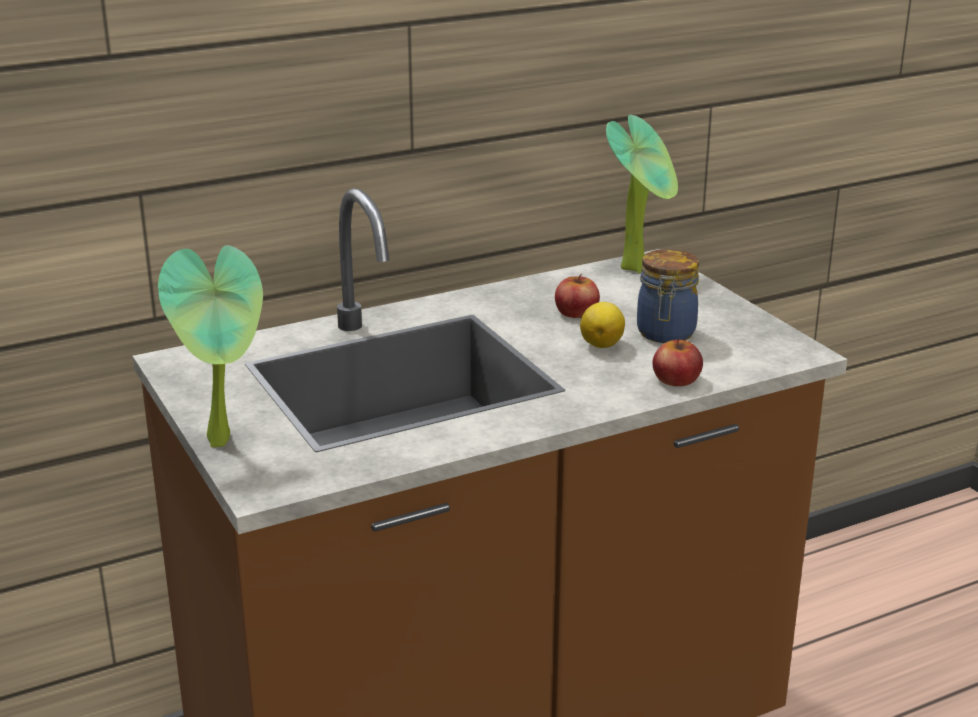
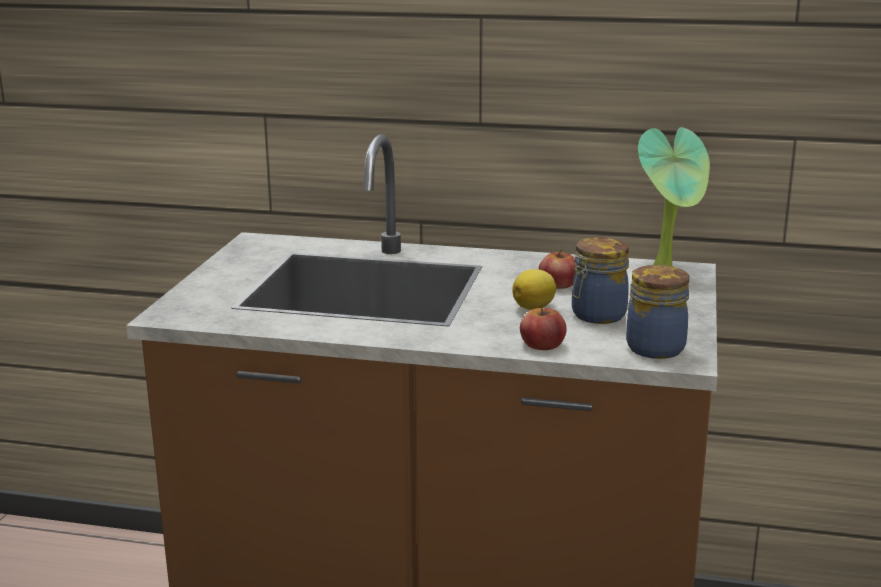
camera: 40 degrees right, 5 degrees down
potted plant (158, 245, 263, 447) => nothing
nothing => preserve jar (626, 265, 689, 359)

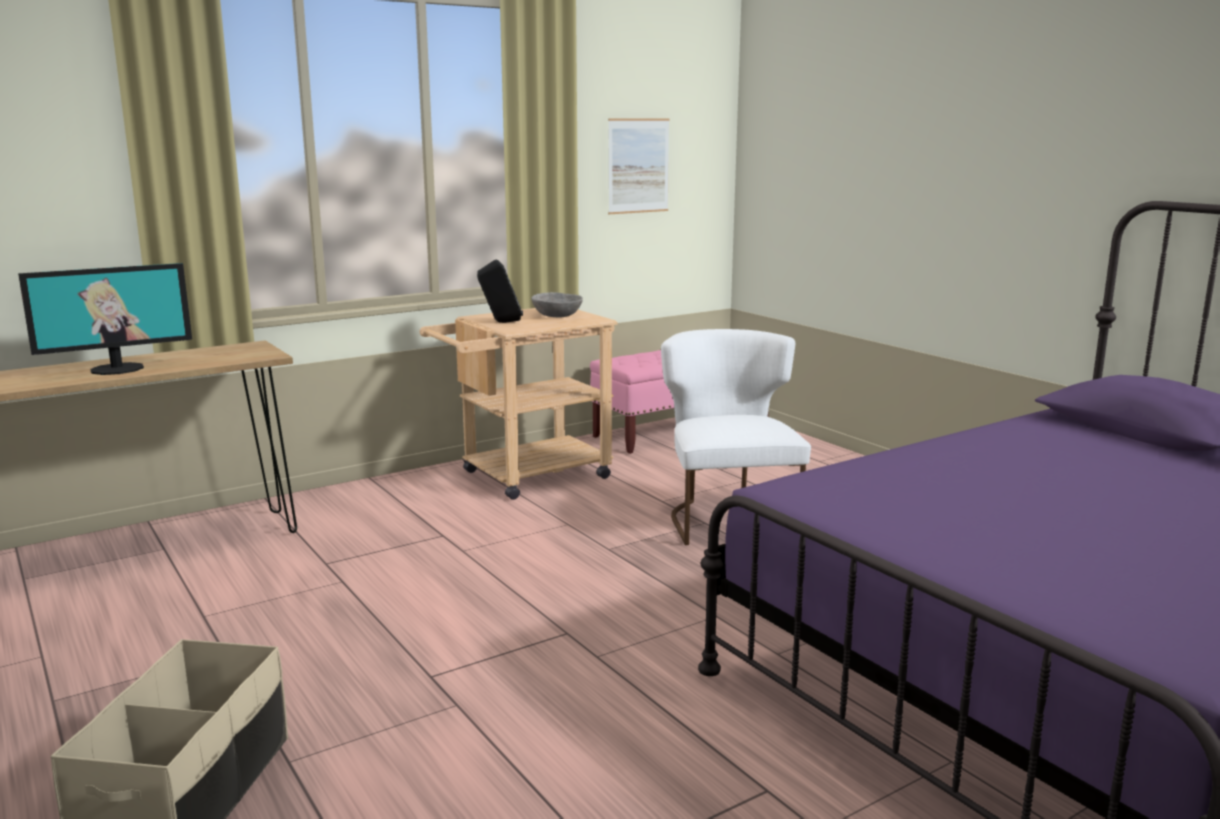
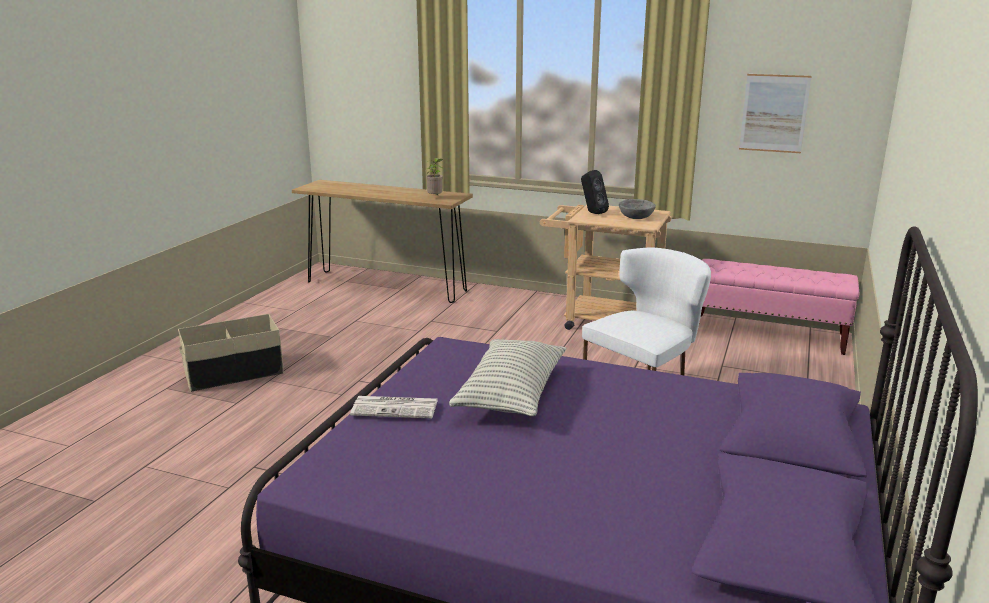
camera: 55 degrees right, 5 degrees up
computer screen (18, 263, 192, 375) => nothing
nothing => newspaper (350, 396, 438, 419)
nothing => potted plant (425, 158, 443, 195)
nothing => pillow (449, 339, 566, 416)

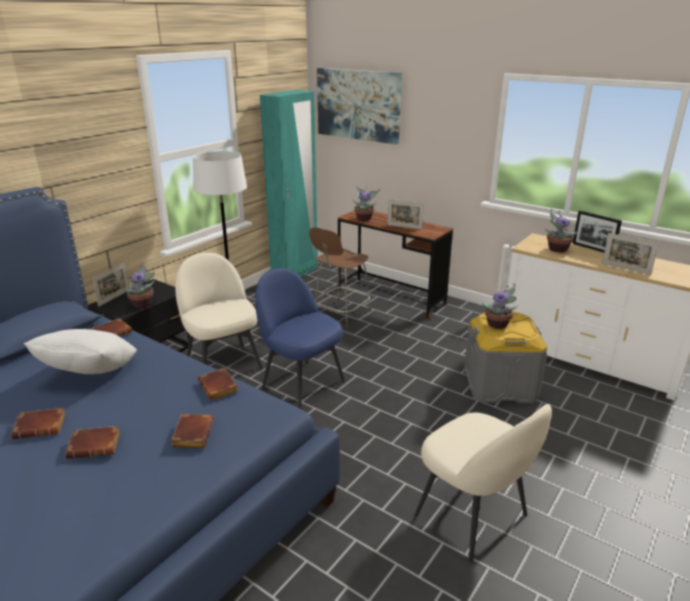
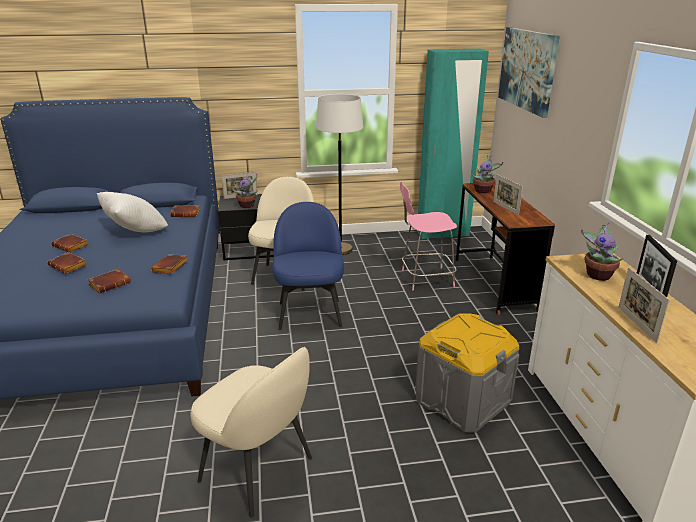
camera: 45 degrees right, 0 degrees up
potted plant (482, 283, 518, 329) => nothing
brown sitting stool (309, 227, 371, 327) => pink sitting stool (400, 182, 457, 291)
beige plain chair (414, 404, 552, 562) => beige plain chair (190, 347, 312, 518), 60 degrees counterclockwise

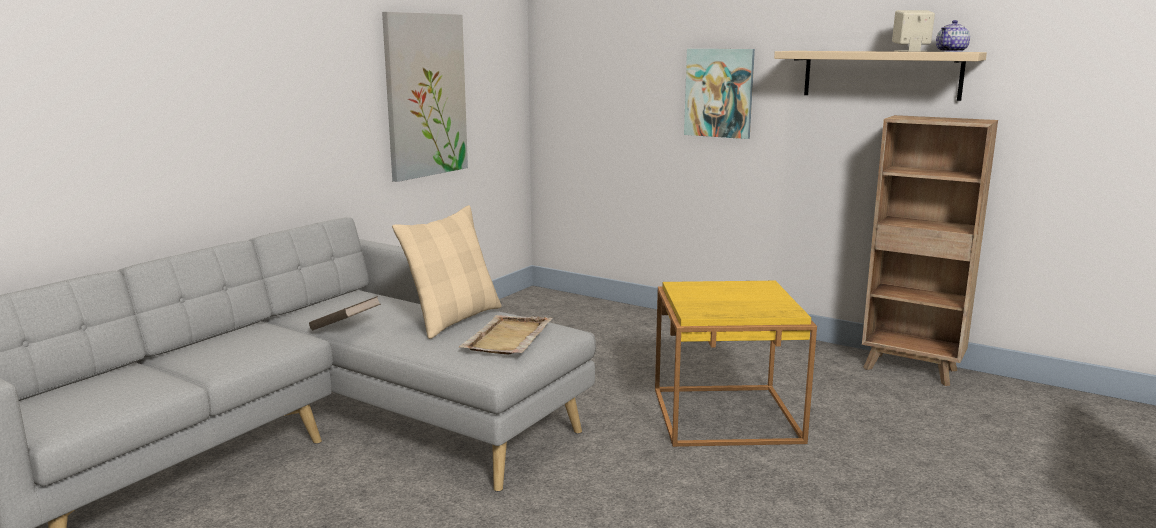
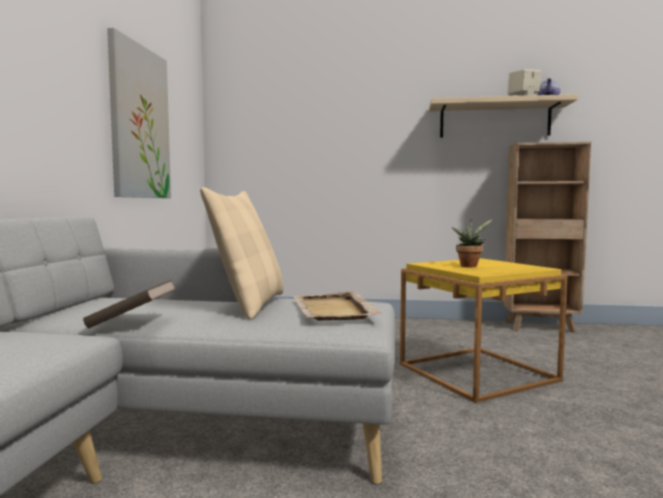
camera: 25 degrees left, 10 degrees down
wall picture (684, 49, 755, 139) => nothing
nothing => potted plant (451, 219, 493, 267)

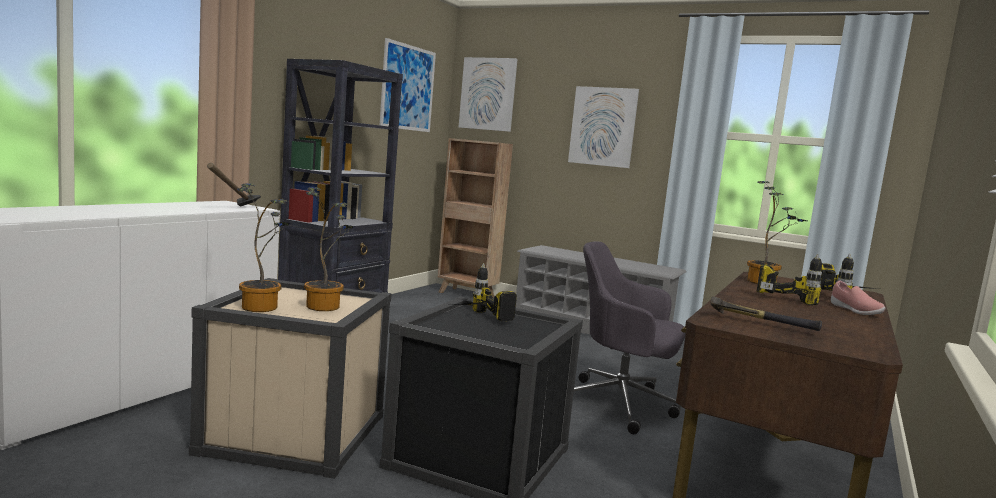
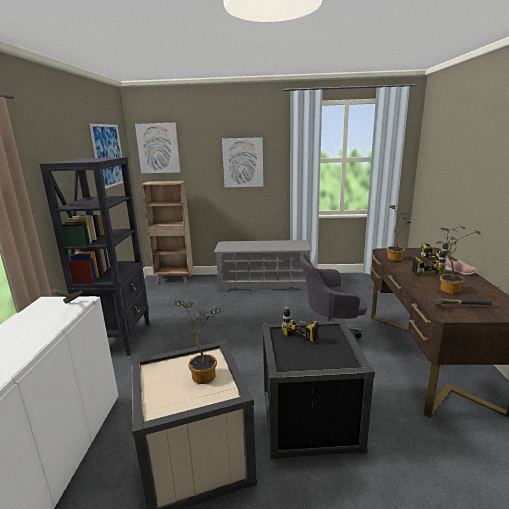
camera: 25 degrees left, 10 degrees up
potted plant (238, 183, 290, 312) => potted plant (436, 226, 480, 294), moved

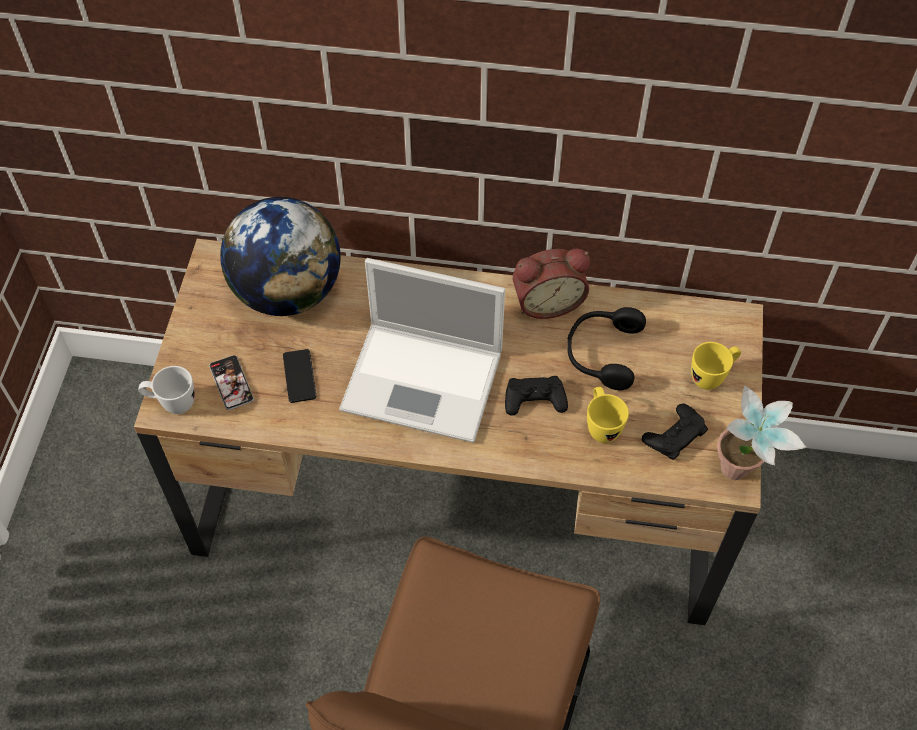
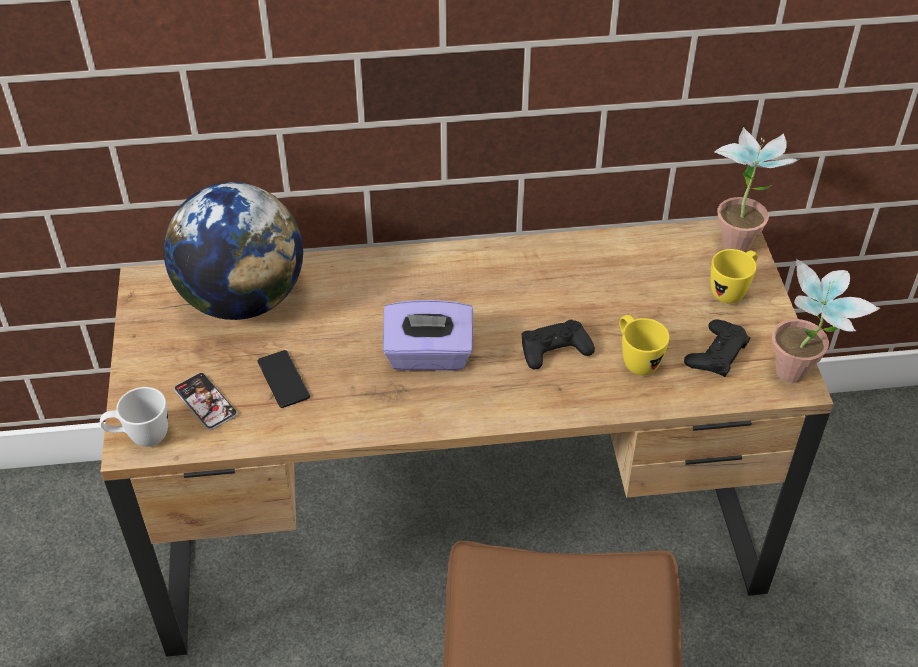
camera: 15 degrees left, 10 degrees down
alarm clock (512, 249, 590, 319) => nothing
black headphones (567, 307, 646, 390) => nothing
nothing => potted plant (714, 127, 799, 253)
portable computer (339, 258, 505, 443) => purple-coloured box of tissues (383, 300, 473, 371)

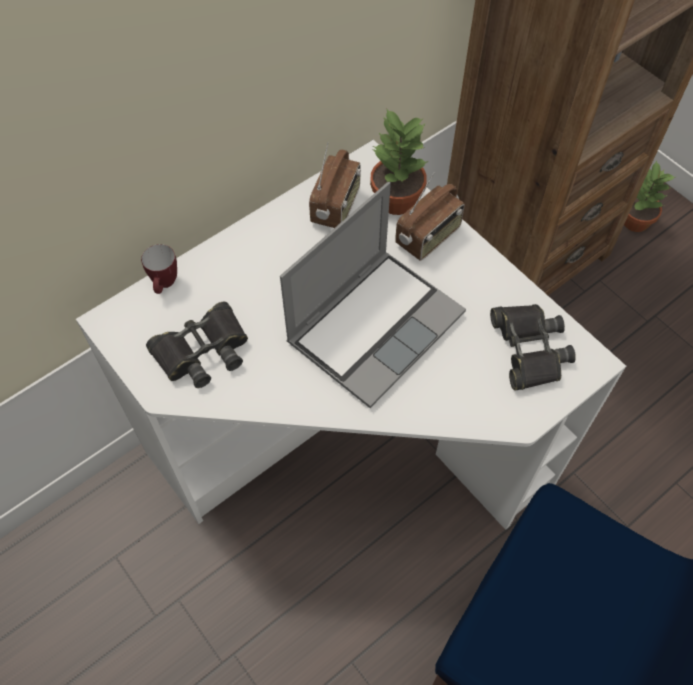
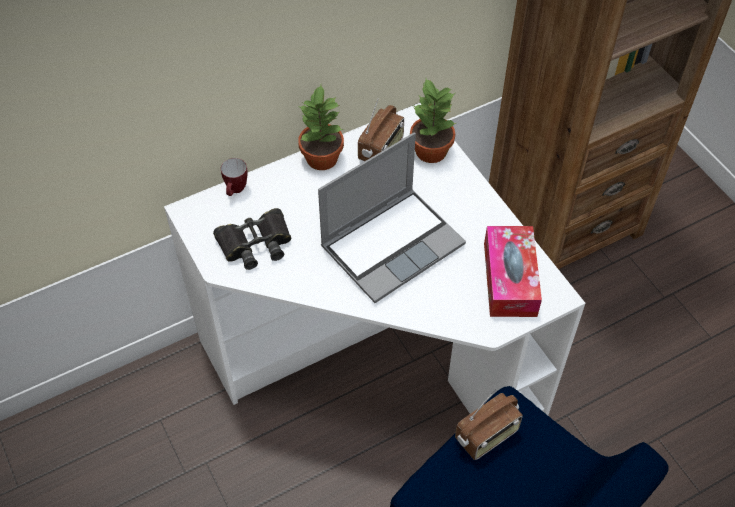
camera: 10 degrees right, 5 degrees down
radio receiver (395, 172, 465, 261) => radio receiver (455, 388, 523, 460), moved
potted plant (624, 160, 675, 232) => potted plant (298, 85, 344, 170), moved
black binoculars (490, 304, 576, 391) => box of tissues (484, 226, 542, 317)

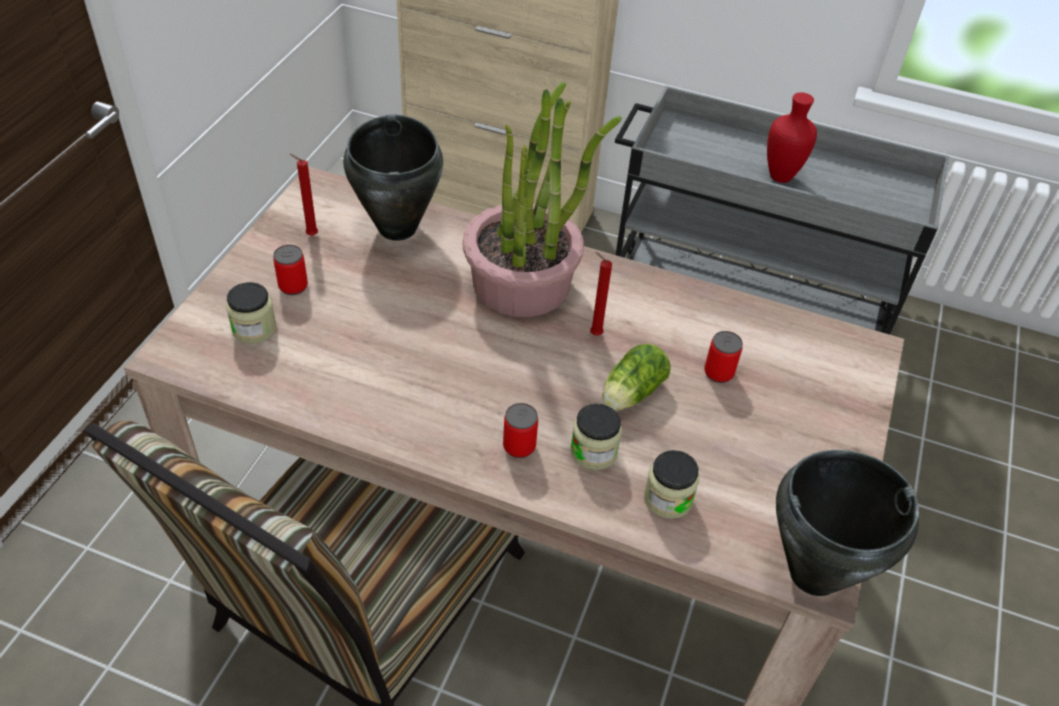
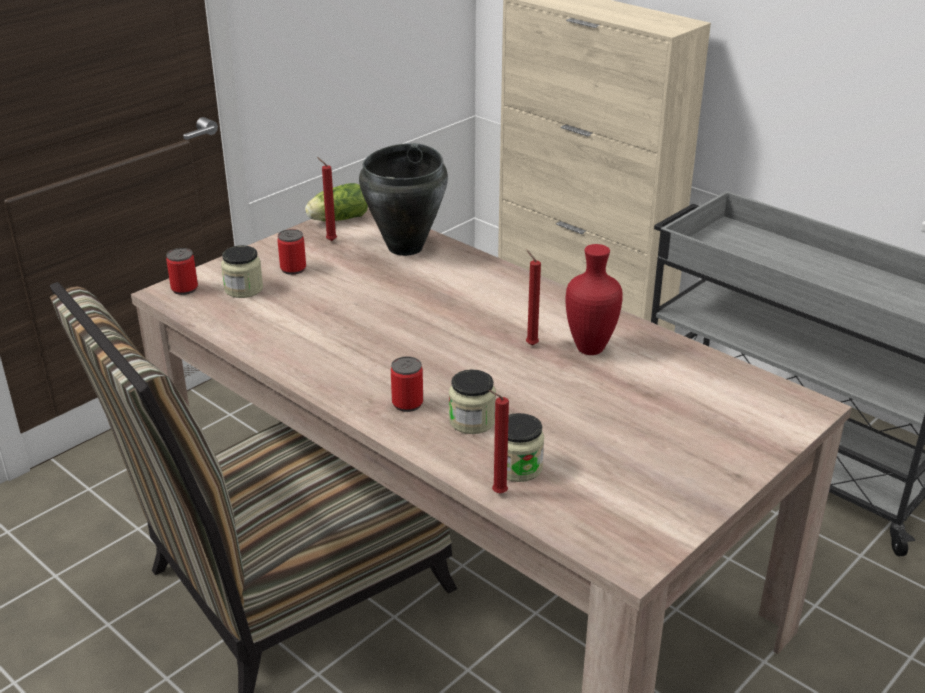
camera: 25 degrees right, 15 degrees down
potted plant (463, 82, 622, 317) => nothing
black stockpot (776, 450, 919, 596) => nothing
nothing => reddish candle (488, 390, 509, 493)
lettuce head (602, 344, 671, 411) => lettuce head (305, 183, 368, 221), moved
metal can (704, 331, 743, 383) => metal can (166, 248, 198, 295), moved
reddish decorative vase (767, 92, 817, 183) => reddish decorative vase (566, 244, 623, 355), moved

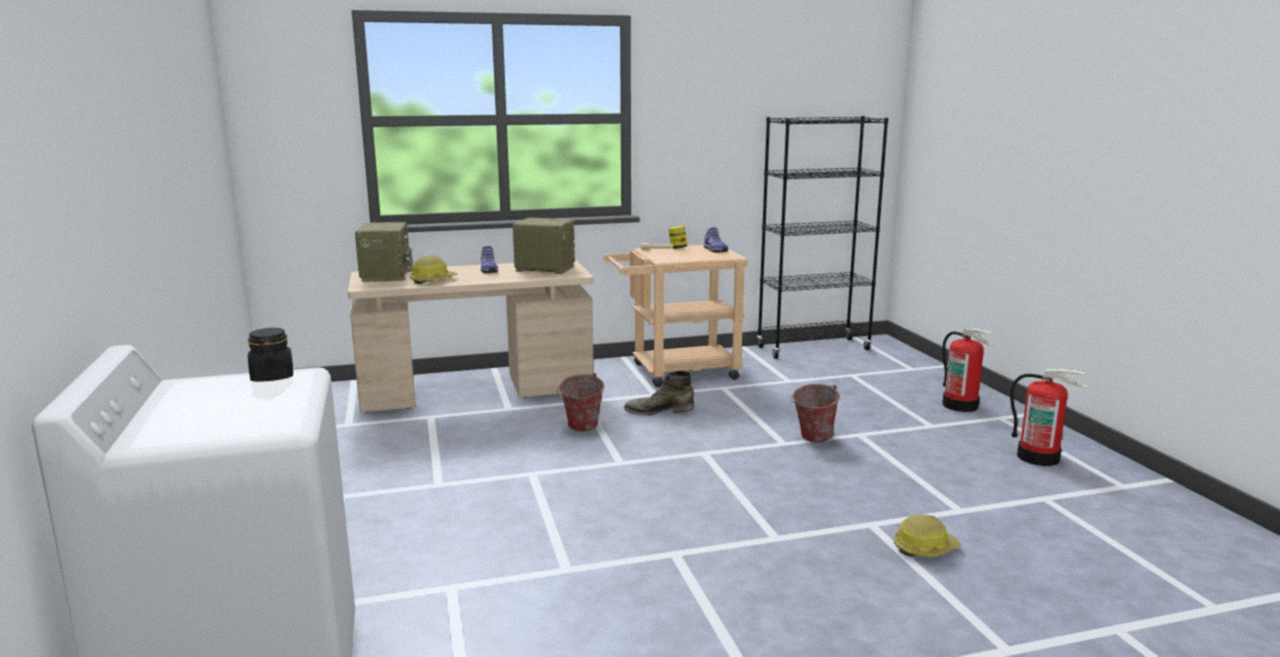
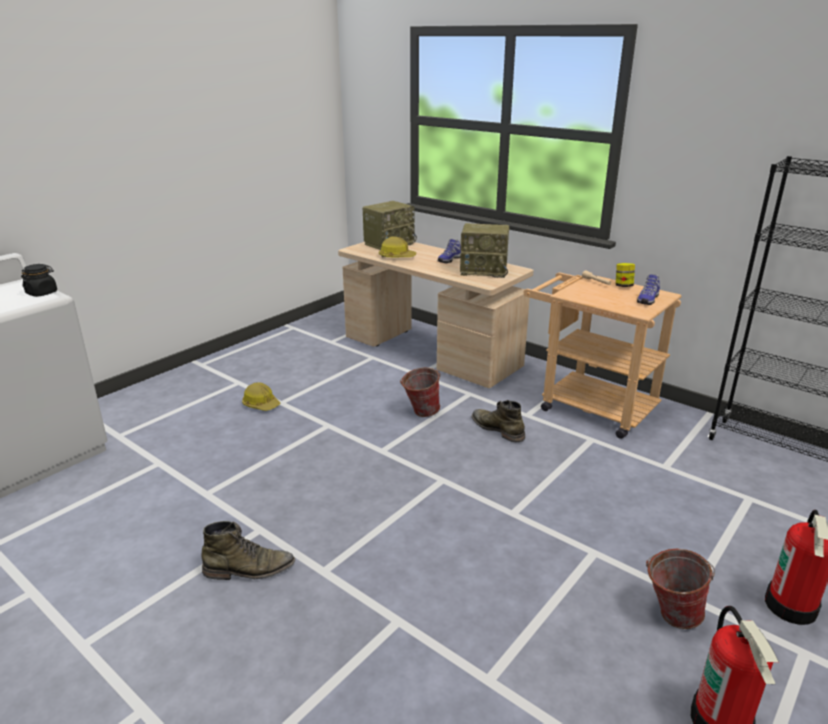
camera: 55 degrees right, 10 degrees up
nothing => greenish boot (201, 521, 295, 580)
water bucket (790, 384, 839, 443) => water bucket (646, 549, 715, 629), moved
hard hat (894, 514, 961, 557) => hard hat (242, 382, 280, 411), moved
radio receiver (513, 217, 575, 274) => radio receiver (460, 223, 510, 278), 120 degrees clockwise

